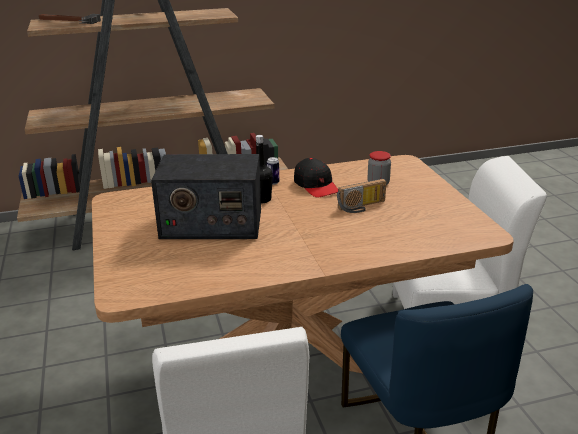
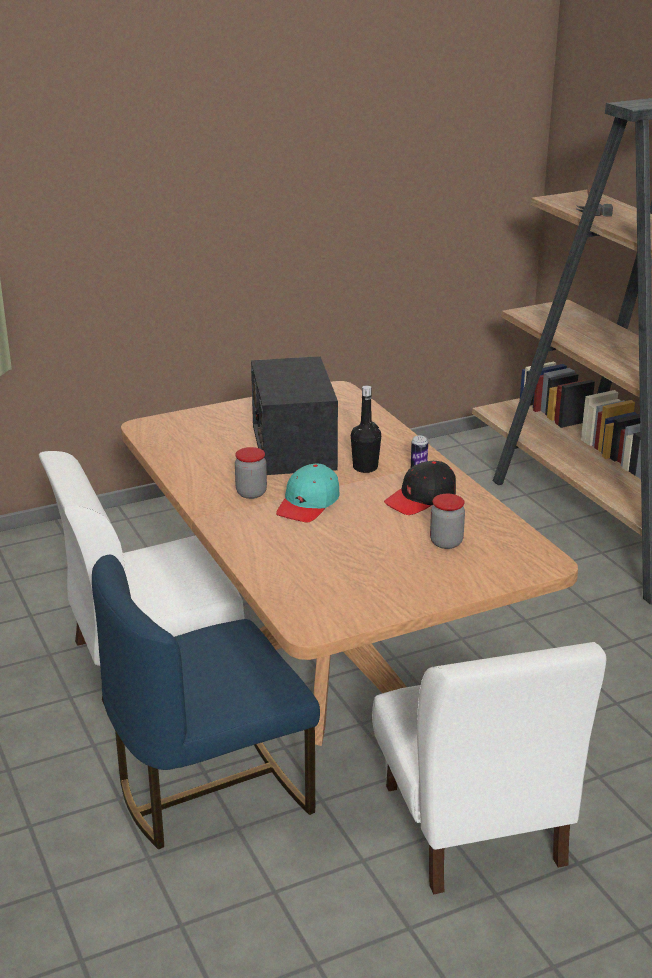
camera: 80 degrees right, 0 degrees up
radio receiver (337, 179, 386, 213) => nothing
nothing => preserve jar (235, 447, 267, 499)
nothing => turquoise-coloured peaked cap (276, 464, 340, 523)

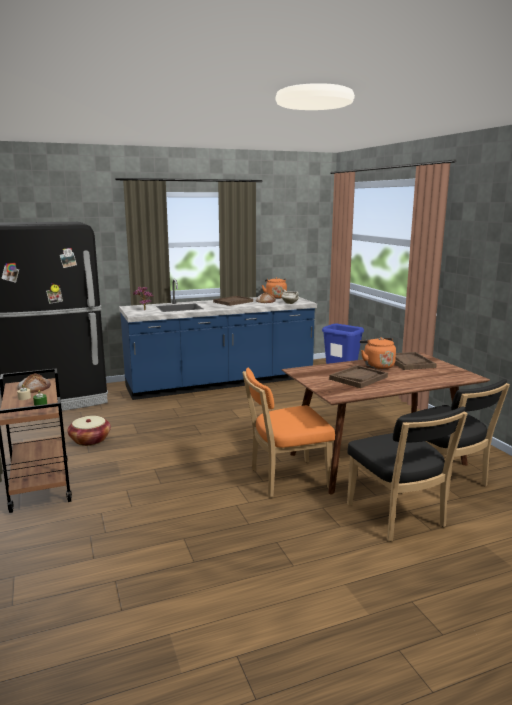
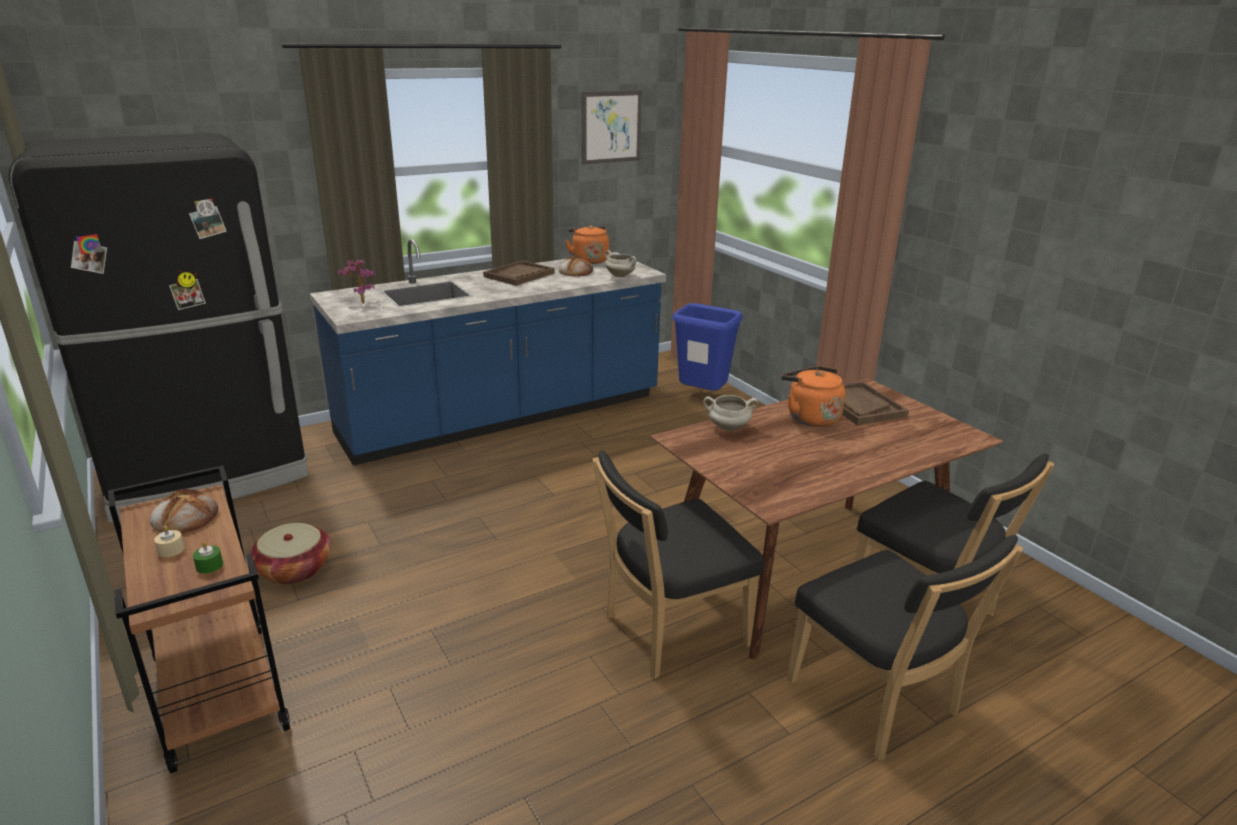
camera: 10 degrees left, 10 degrees up
brown carrying tray (329, 365, 388, 388) => nothing
nothing => wall picture (582, 90, 642, 165)
nothing => white stockpot (703, 395, 758, 431)
orange-coloured plain chair (243, 368, 335, 498) => black plain chair (593, 450, 764, 679)

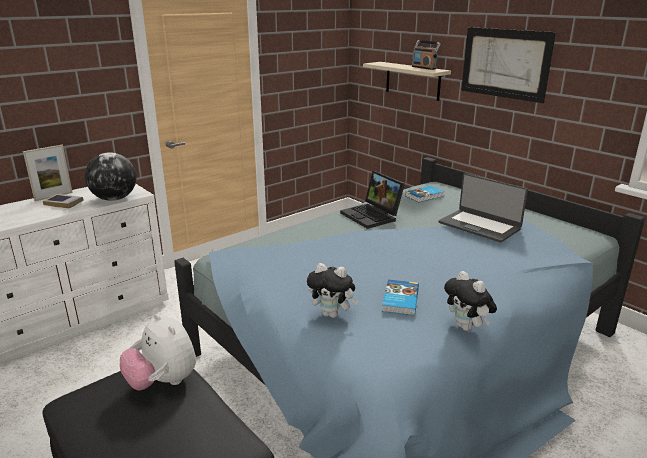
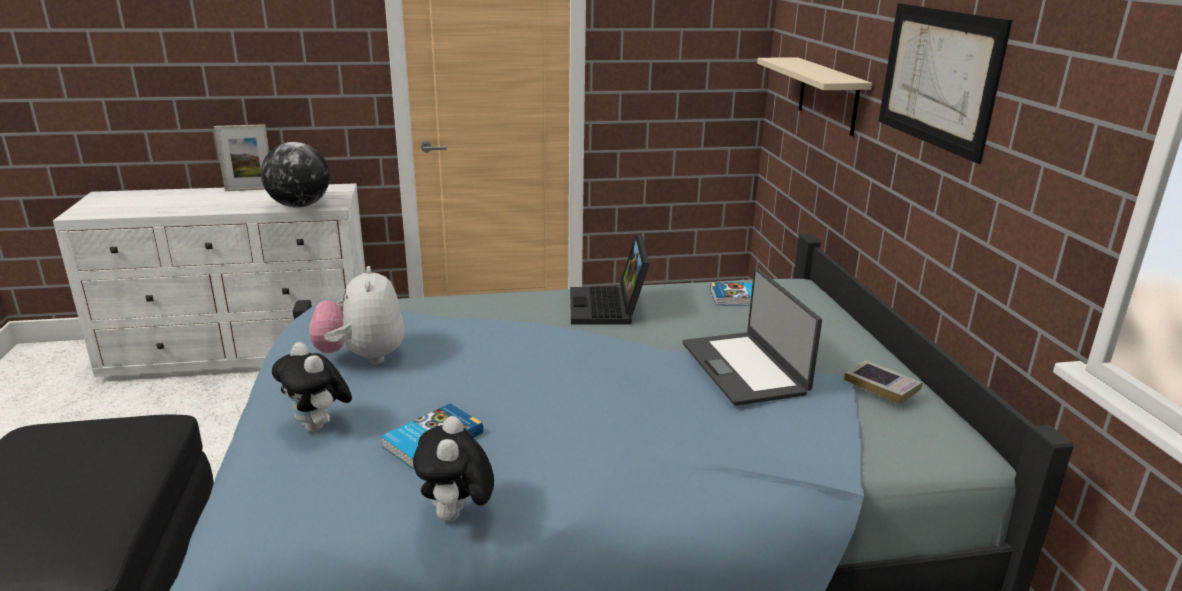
camera: 30 degrees right, 0 degrees up
radio receiver (412, 40, 441, 70) => nothing
volume (43, 194, 83, 208) => volume (844, 360, 922, 404), moved
plush toy (120, 314, 196, 390) => plush toy (310, 266, 405, 364), moved

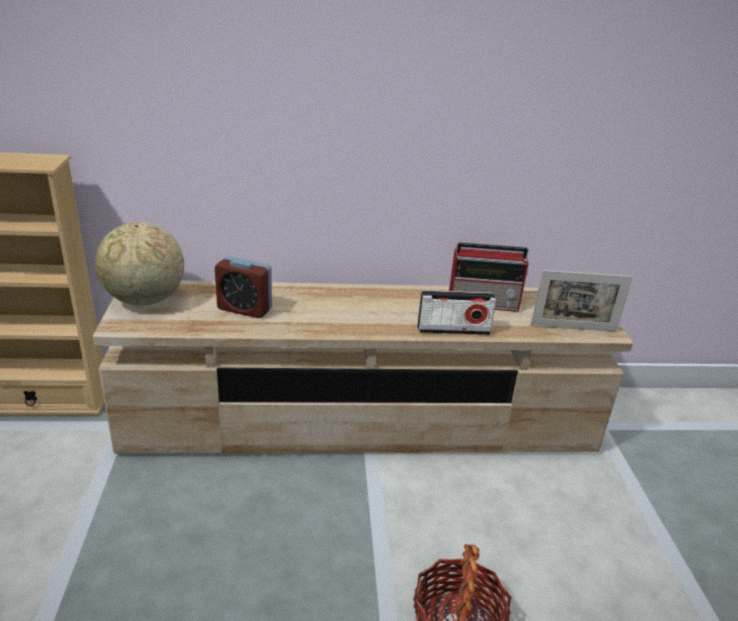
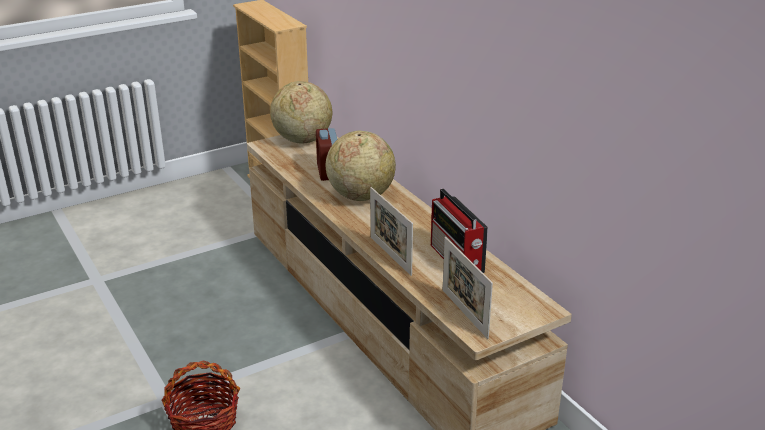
camera: 65 degrees right, 0 degrees up
nothing => world globe (326, 131, 396, 201)
radio receiver (418, 290, 496, 335) => standing frame (370, 187, 413, 276)

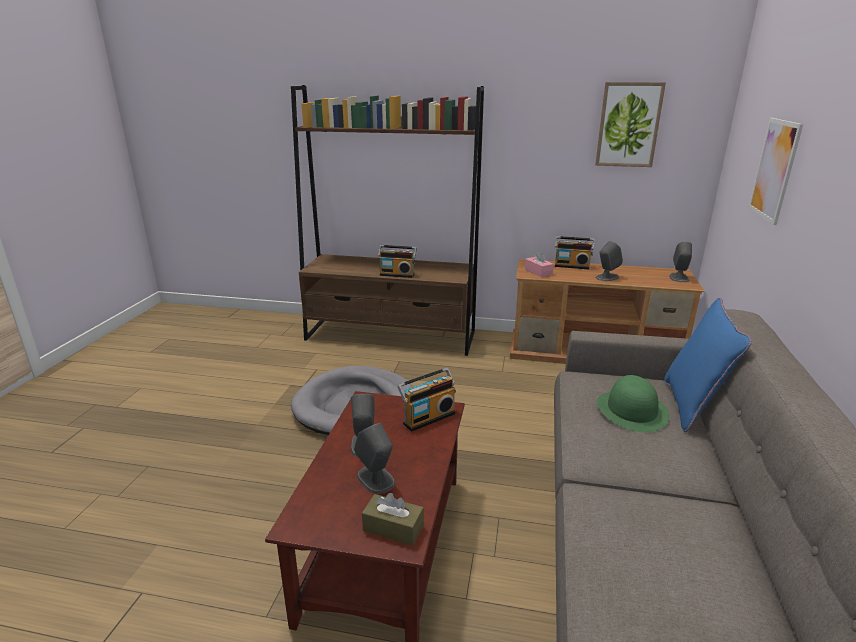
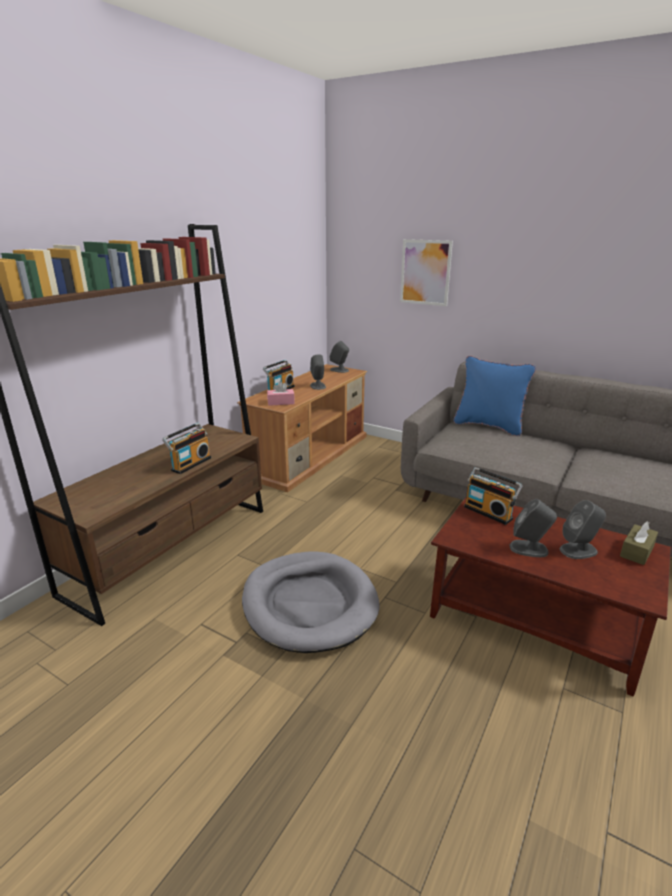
camera: 70 degrees left, 0 degrees up
wall picture (595, 82, 666, 167) => nothing
greenish wearable hat (597, 375, 669, 432) => nothing
radio receiver (397, 368, 456, 432) => radio receiver (464, 467, 523, 525), 150 degrees clockwise

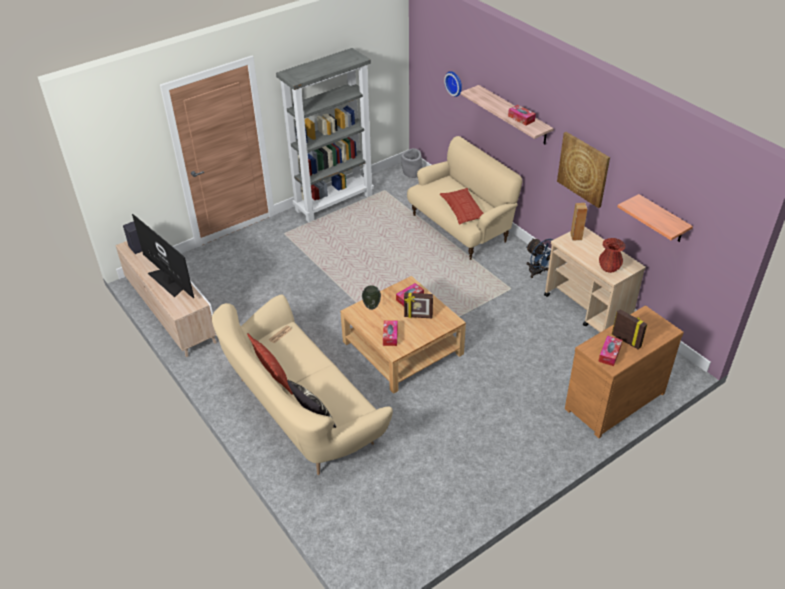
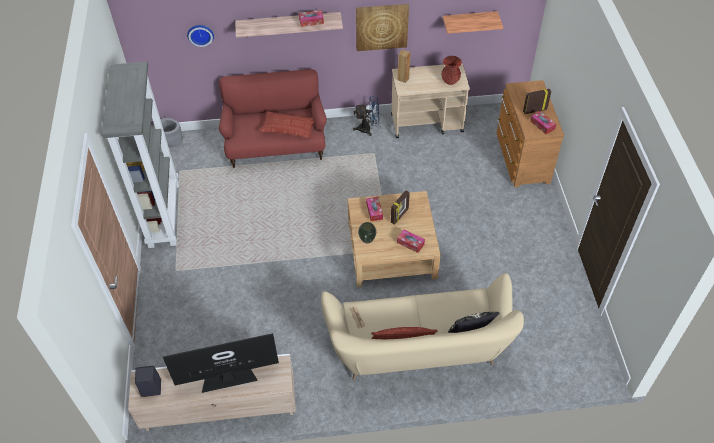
camera: 60 degrees left, 10 degrees up
beige settee (407, 136, 523, 260) => reddish settee (219, 69, 327, 168)

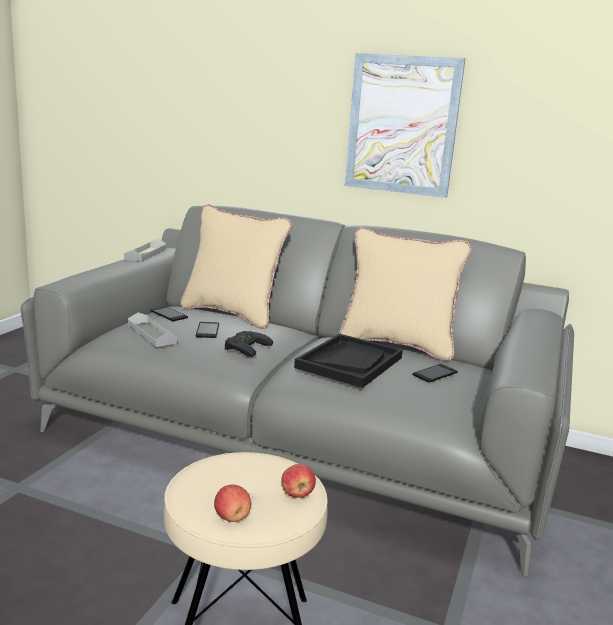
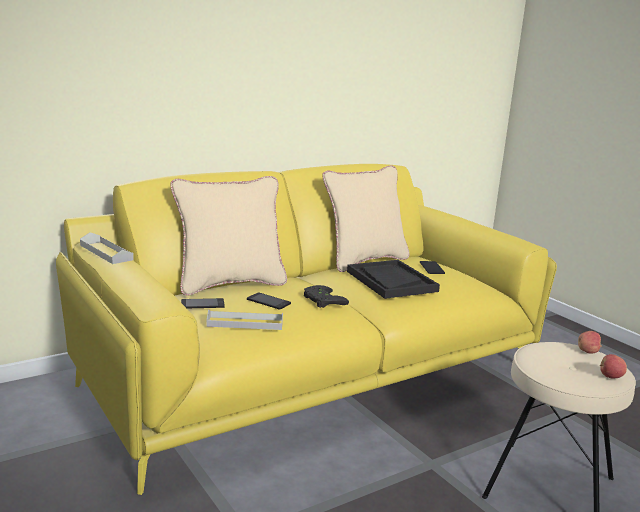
camera: 55 degrees left, 0 degrees up
wall picture (345, 53, 465, 198) => nothing
gray settee (20, 206, 574, 576) => yellowish settee (56, 164, 557, 495)

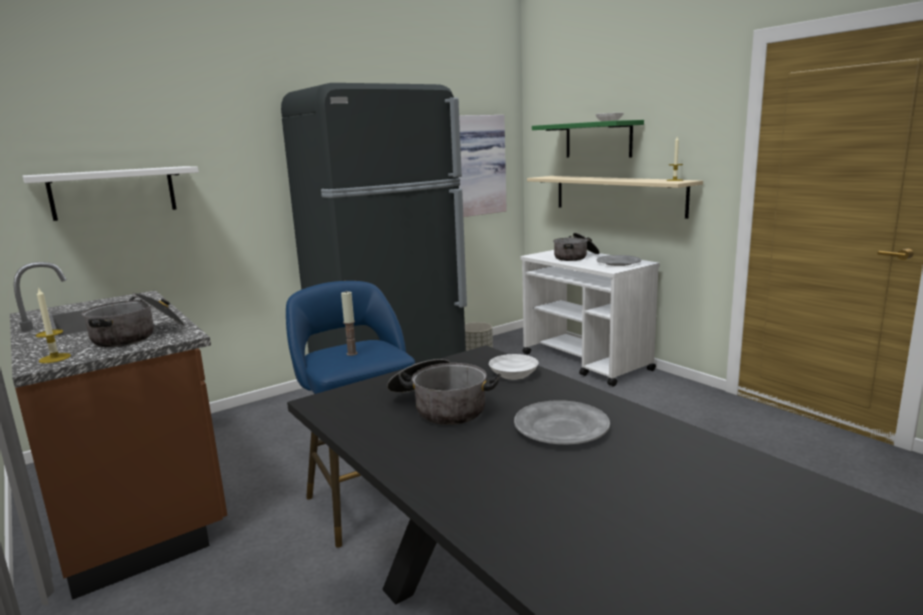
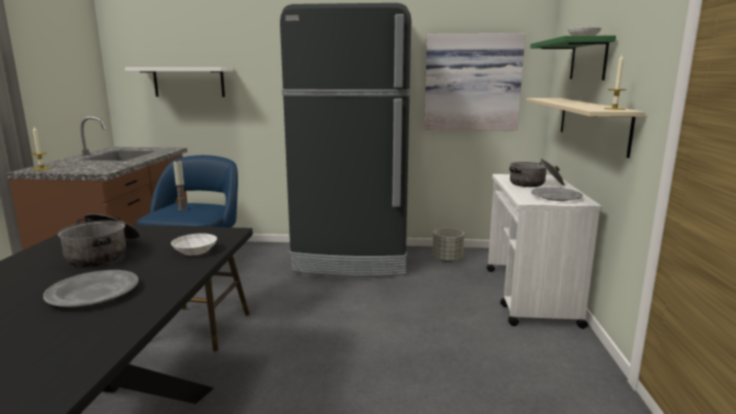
camera: 40 degrees right, 0 degrees up
stockpot (82, 293, 185, 347) => nothing

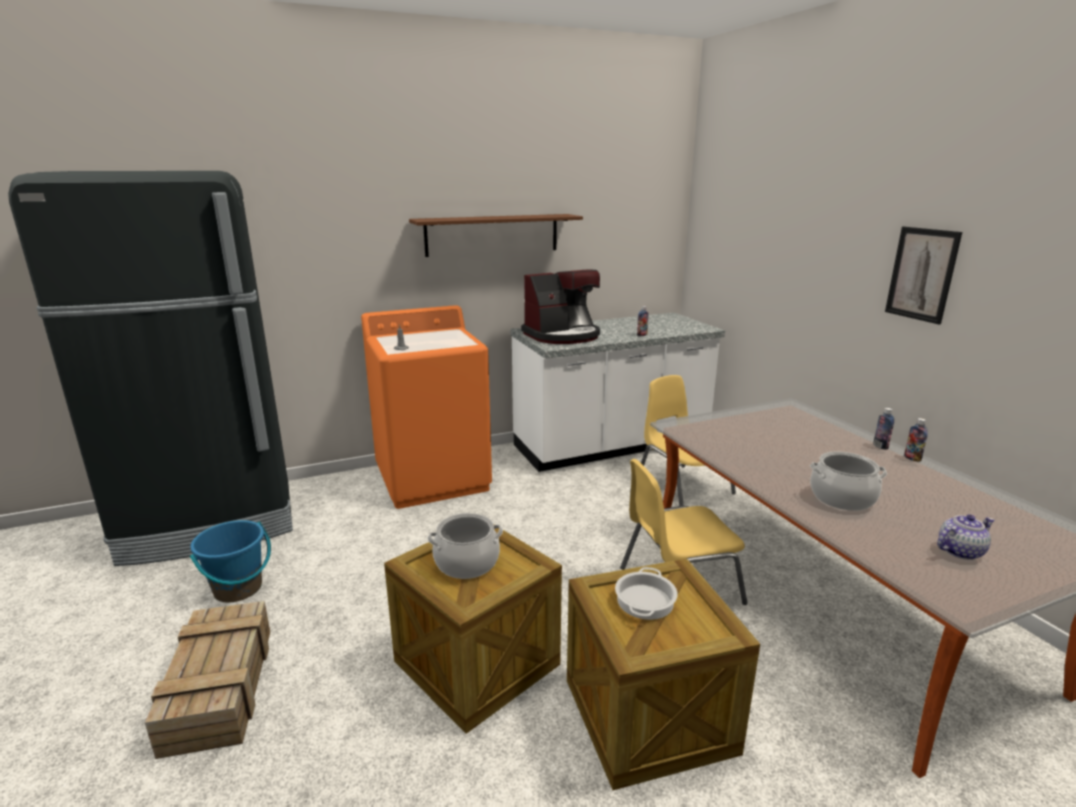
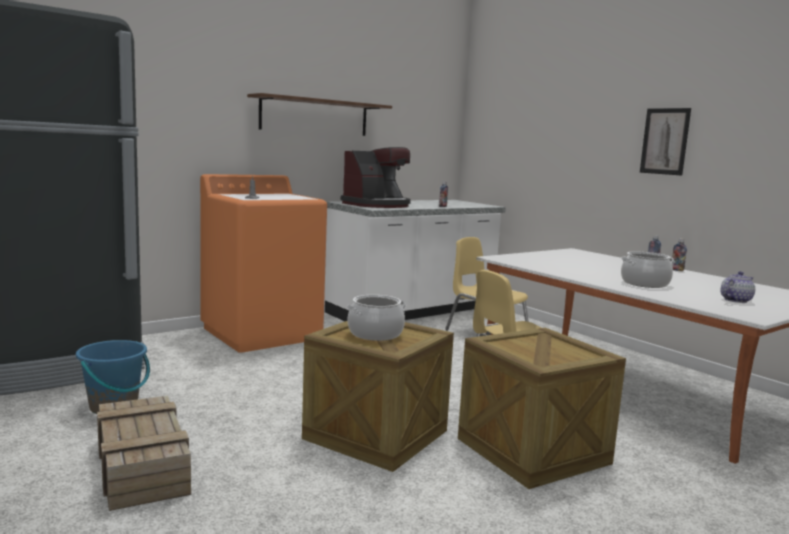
camera: 15 degrees left, 10 degrees down
stockpot (615, 567, 678, 620) => nothing

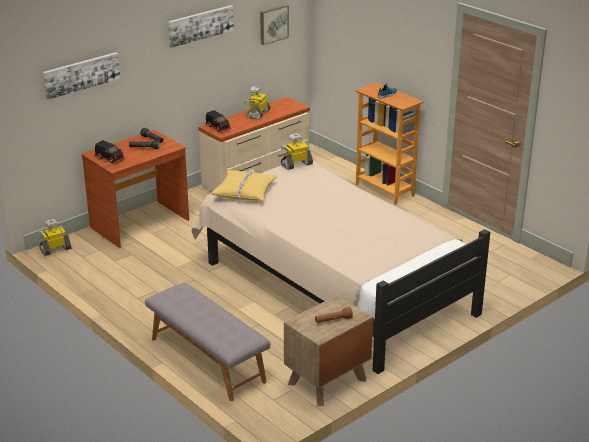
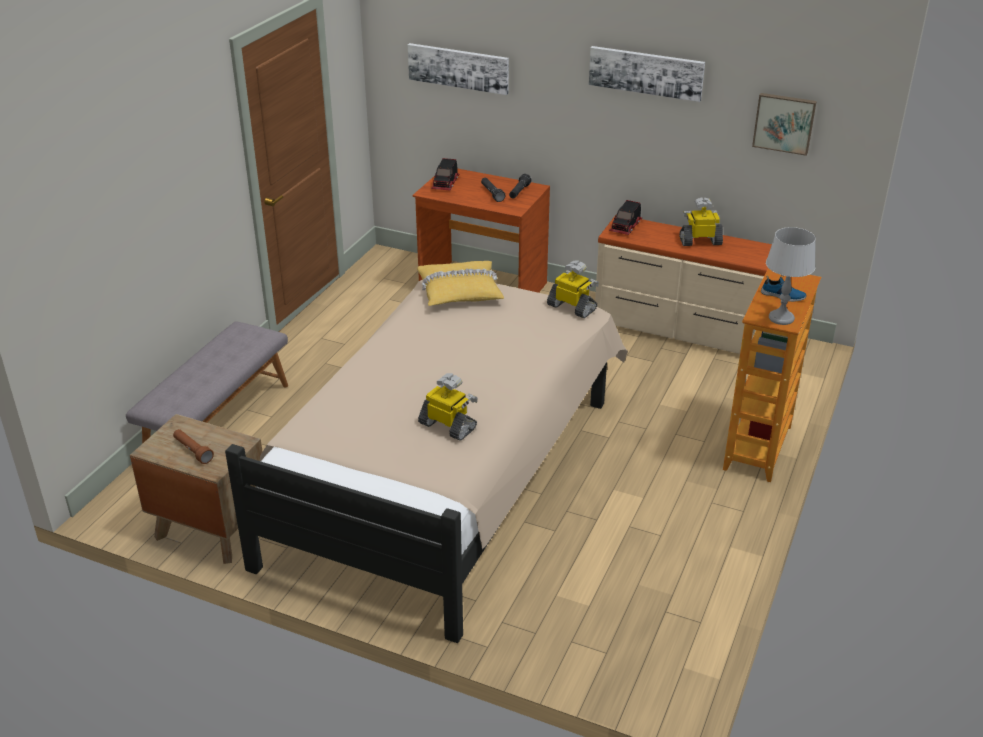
camera: 65 degrees right, 5 degrees up
nothing => gray tabletop lamp (766, 227, 816, 325)
model robot (38, 219, 71, 256) => model robot (418, 373, 478, 441), moved

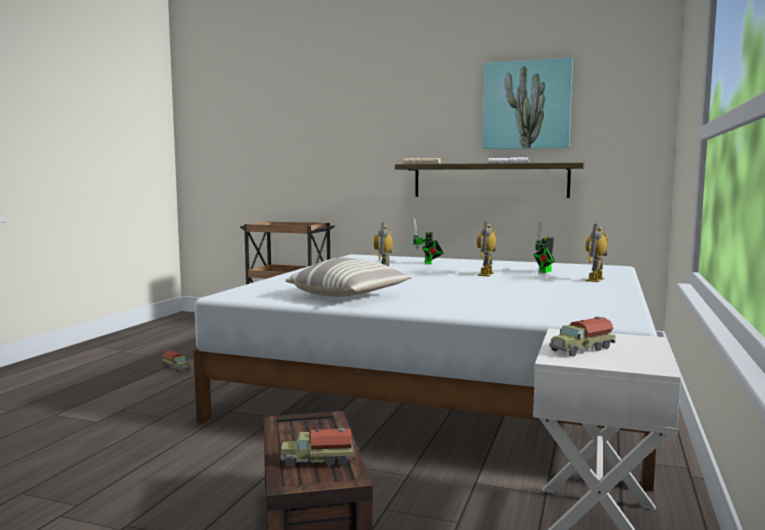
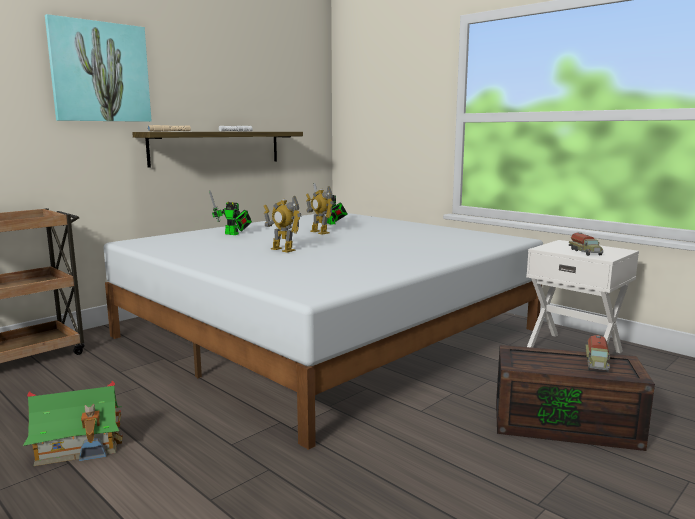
camera: 65 degrees left, 5 degrees up
pillow (286, 258, 412, 297) => nothing
model robot (585, 224, 608, 282) => nothing
wall picture (482, 57, 573, 149) => wall picture (45, 14, 152, 122), moved
model truck (162, 350, 190, 372) => toy house (23, 381, 123, 466)

